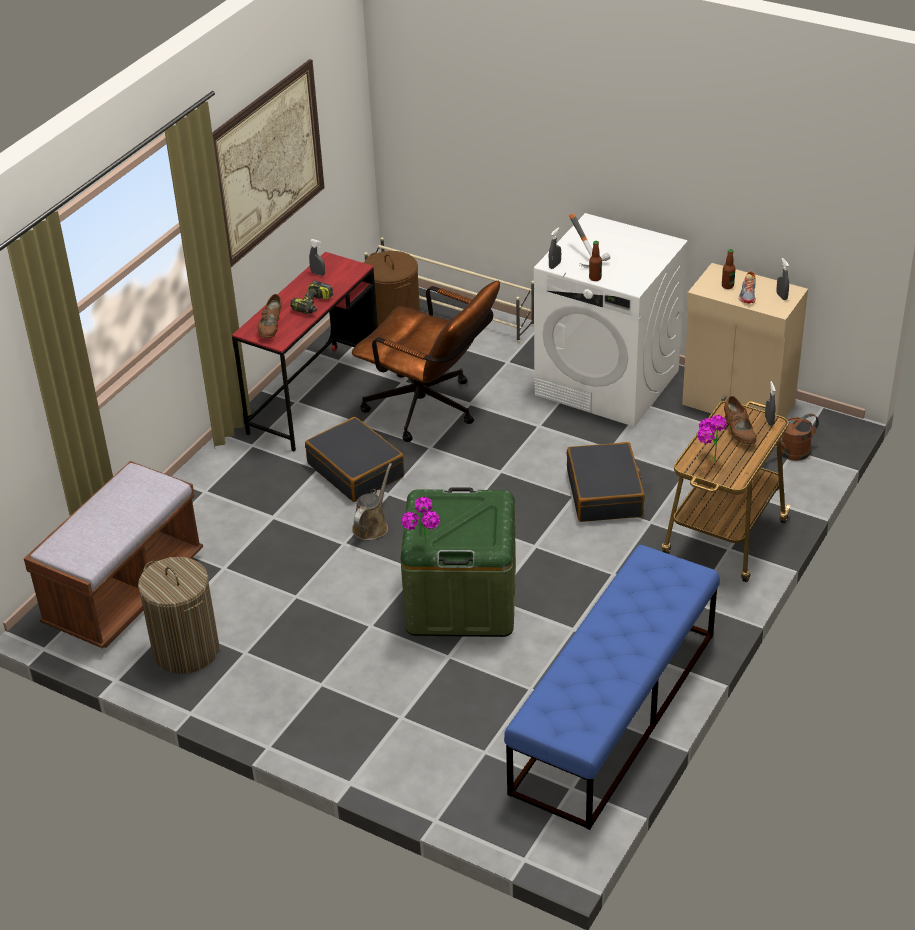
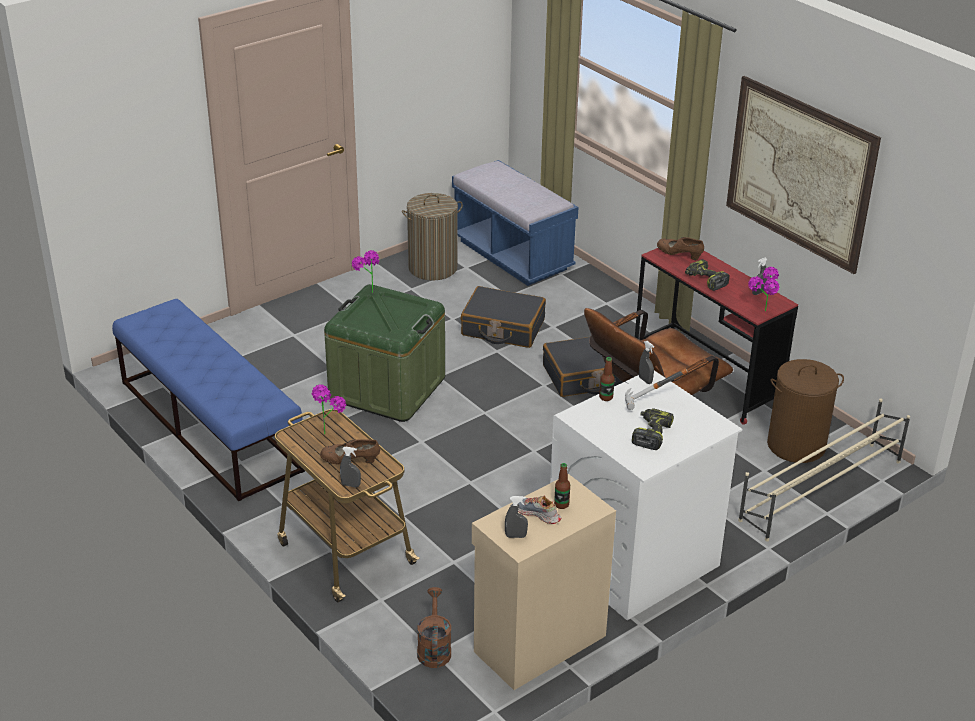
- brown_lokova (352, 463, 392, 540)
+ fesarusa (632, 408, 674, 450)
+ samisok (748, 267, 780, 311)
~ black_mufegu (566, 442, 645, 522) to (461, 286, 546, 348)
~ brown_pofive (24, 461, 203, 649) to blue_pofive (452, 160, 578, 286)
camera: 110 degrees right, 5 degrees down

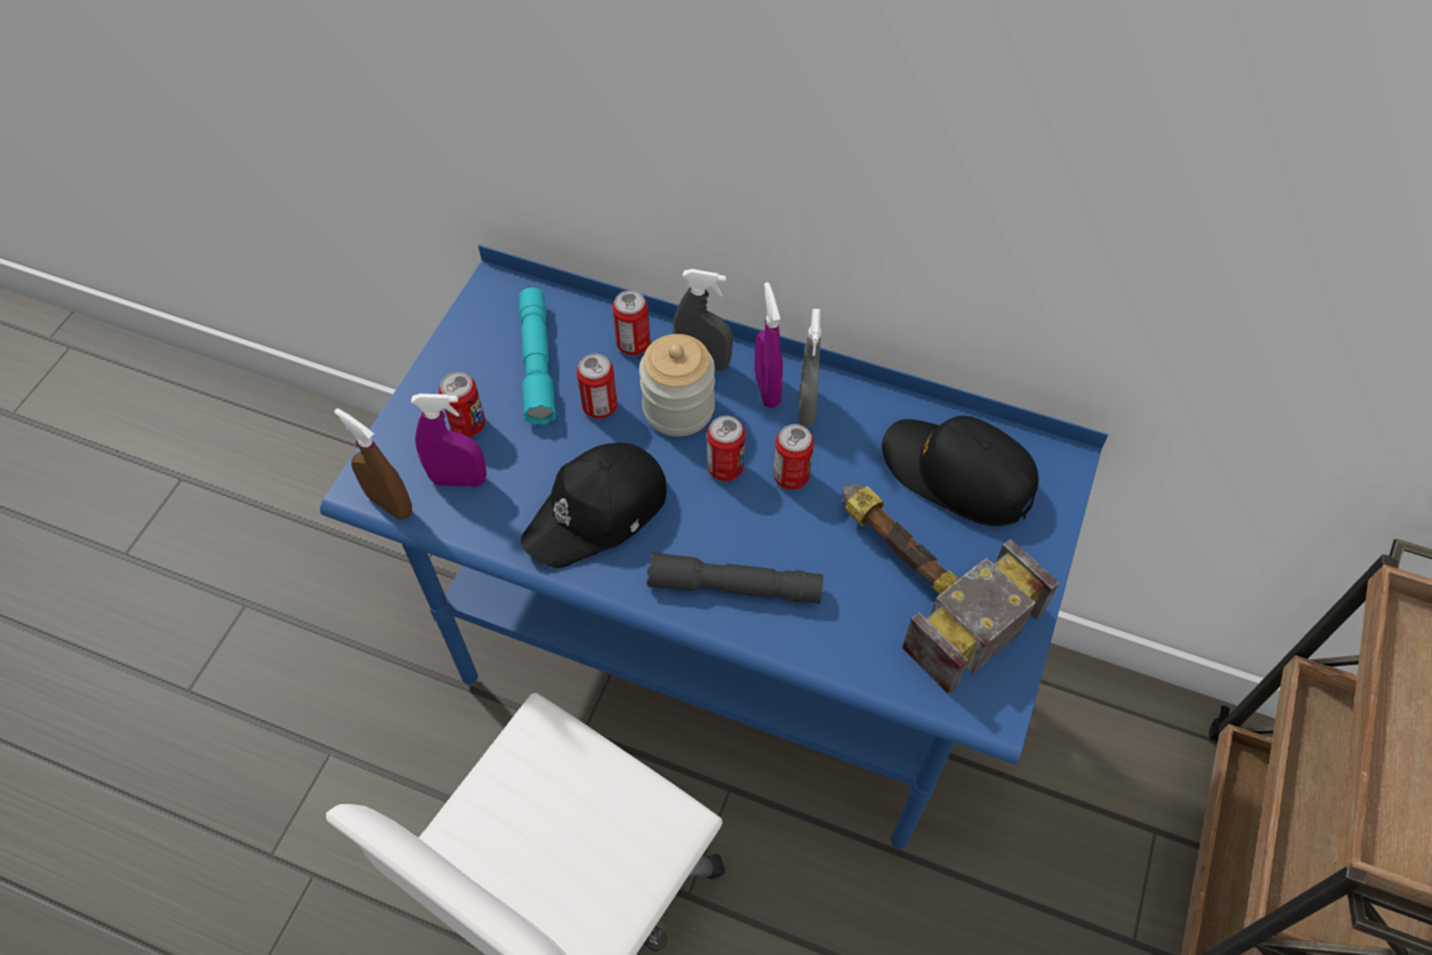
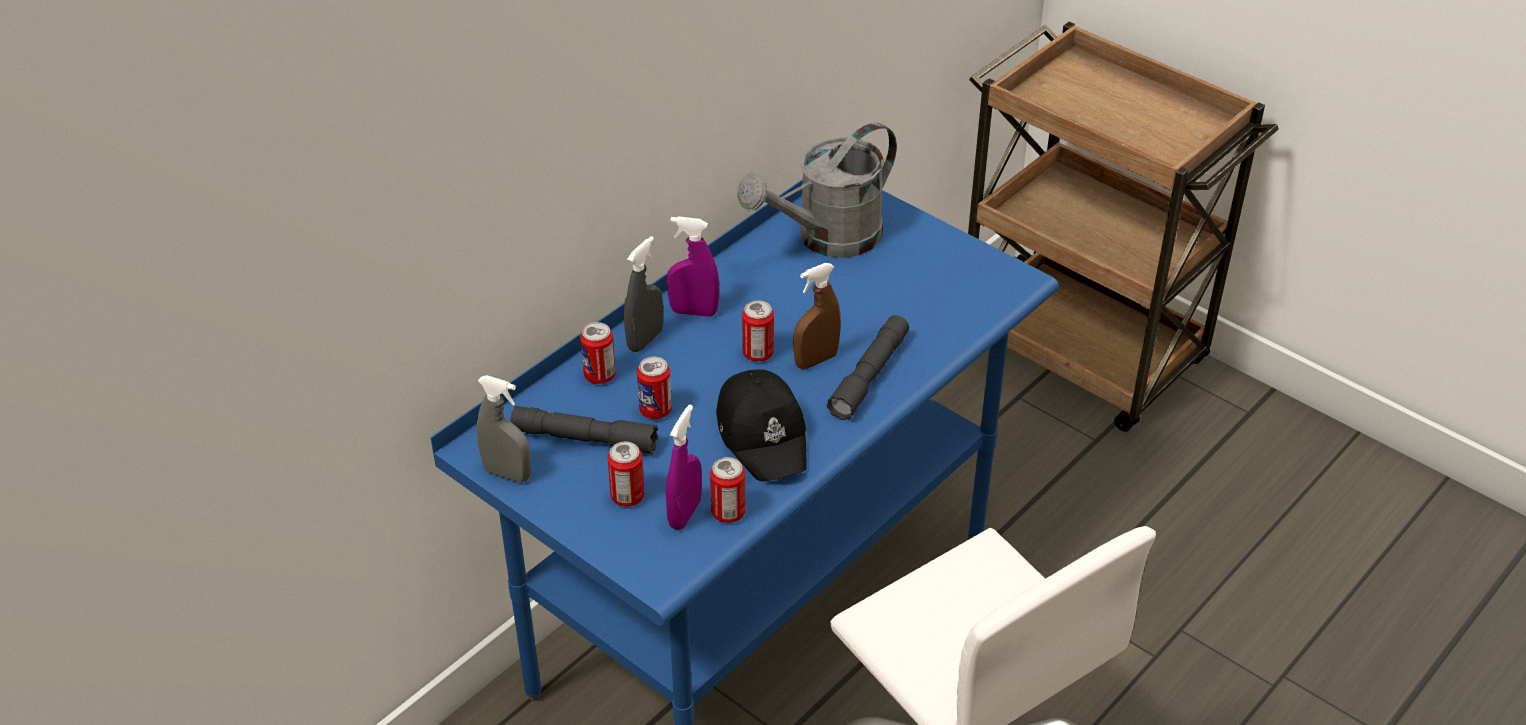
- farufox (639, 334, 715, 437)
- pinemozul (842, 484, 1059, 694)
~ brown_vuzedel (334, 408, 412, 520) to (793, 263, 841, 369)
~ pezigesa (773, 424, 814, 490) to (710, 457, 745, 523)
~ grey_vuzedel (798, 309, 821, 427) to (477, 375, 531, 483)
~ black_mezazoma (882, 416, 1039, 526) to grey_lokova (737, 122, 897, 258)
~ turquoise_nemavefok (519, 288, 556, 425) to grey_nemavefok (510, 406, 658, 455)
camera: 70 degrees left, 15 degrees down

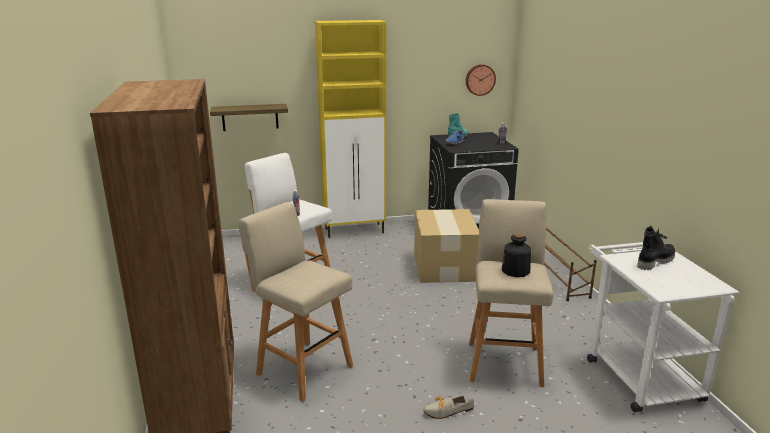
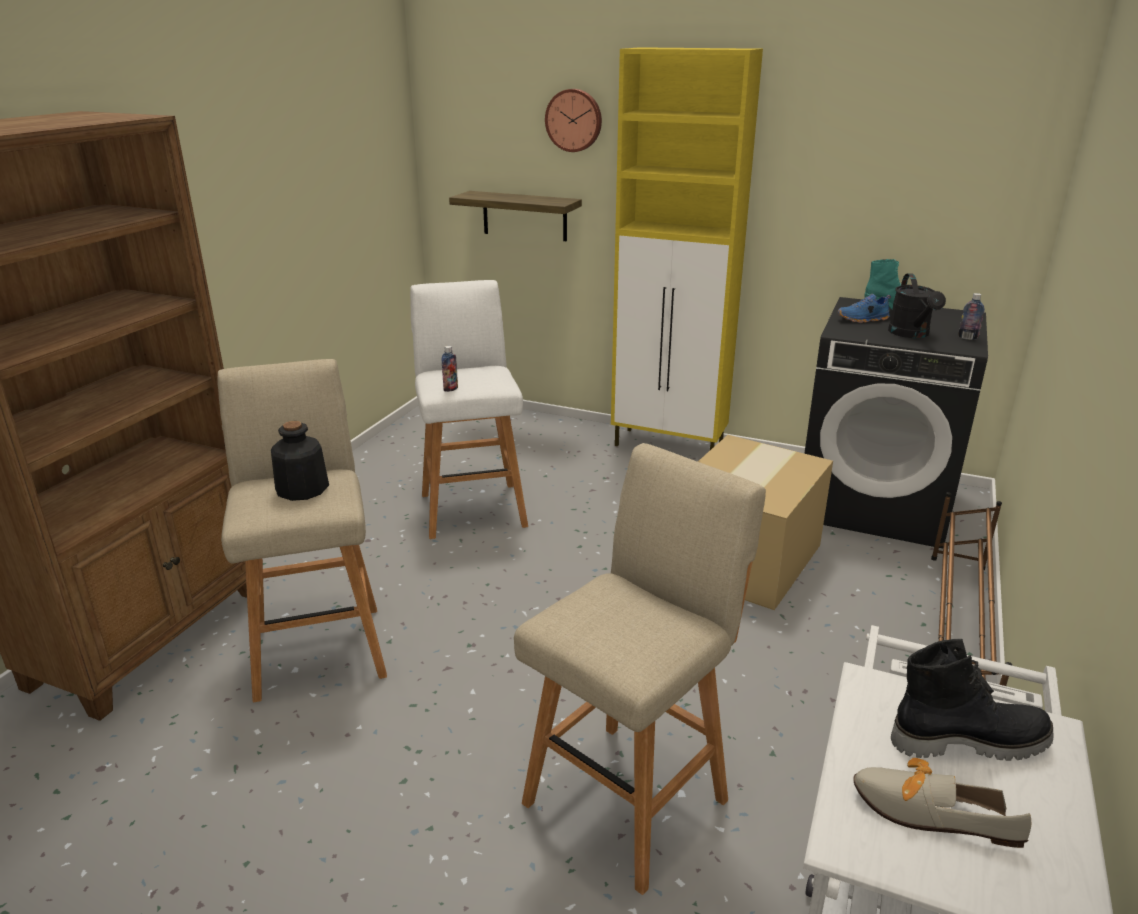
+ black_lokova (888, 273, 946, 338)
~ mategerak (423, 396, 474, 419) to (854, 758, 1031, 848)
~ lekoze (466, 64, 496, 96) to (545, 89, 602, 152)
~ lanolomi (502, 233, 531, 277) to (271, 421, 329, 501)
camera: 35 degrees right, 5 degrees up

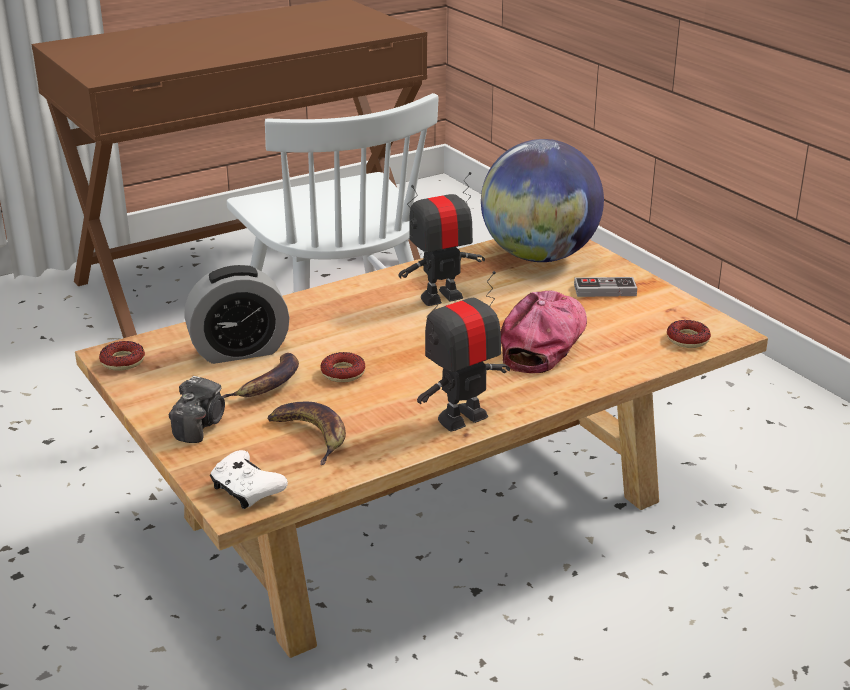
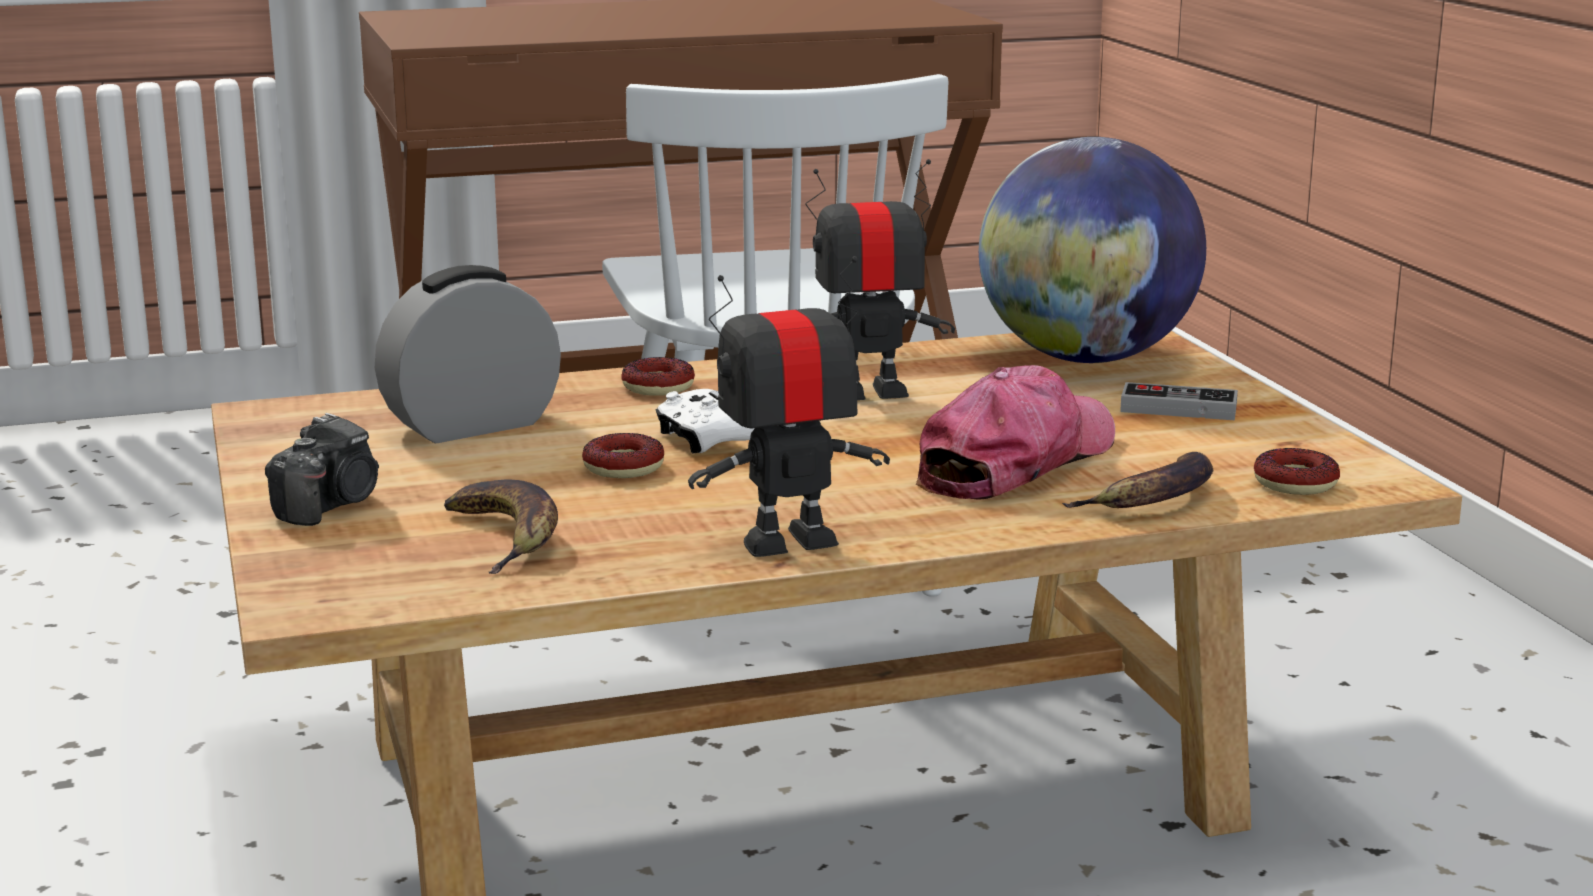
~ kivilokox (99, 341, 145, 371) to (621, 357, 695, 396)
~ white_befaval (210, 450, 288, 509) to (655, 389, 755, 454)
~ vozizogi (223, 353, 299, 398) to (1062, 452, 1213, 508)
~ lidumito (184, 265, 289, 364) = (375, 265, 561, 443) 150 degrees clockwise
camera: 15 degrees right, 10 degrees down

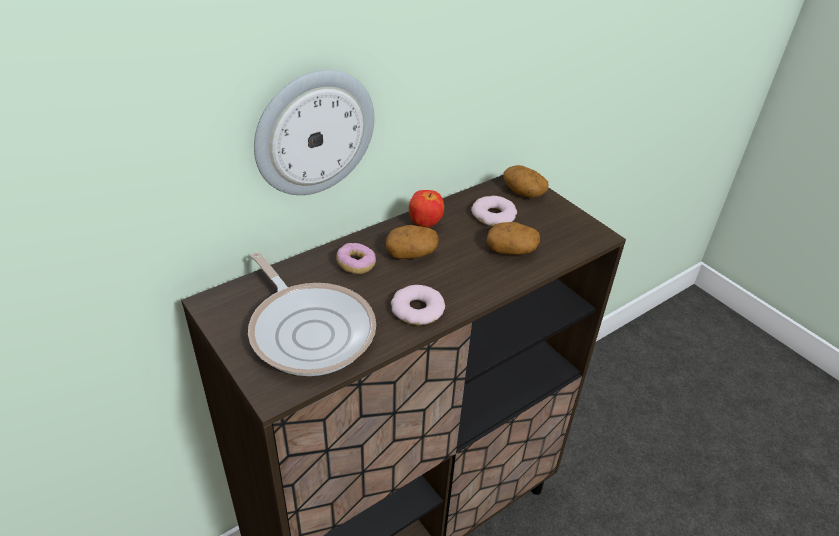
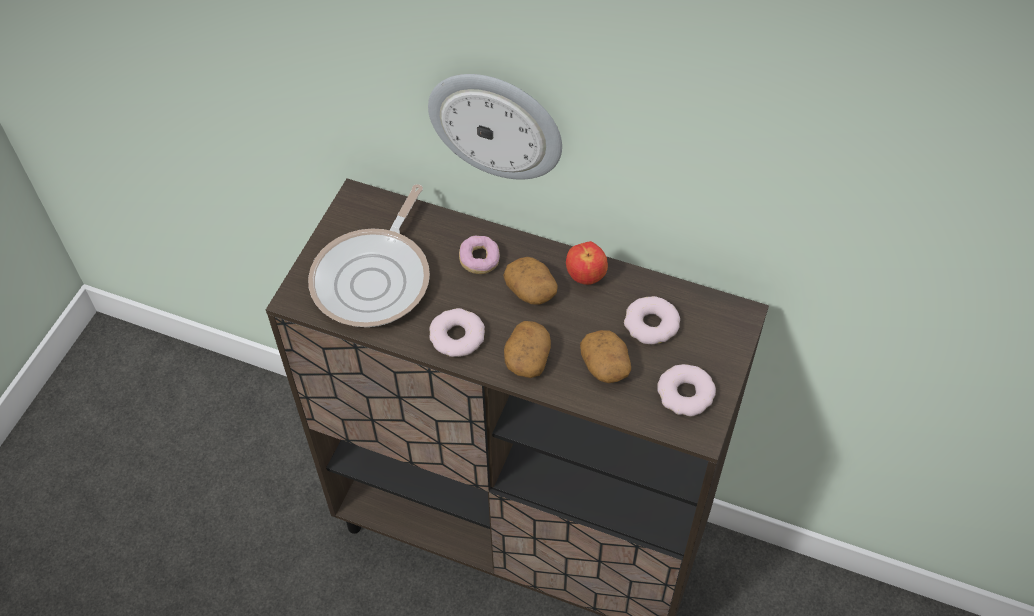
+ kivilokox (657, 364, 716, 416)
~ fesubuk (503, 165, 548, 198) to (504, 321, 551, 378)
camera: 60 degrees right, 15 degrees up

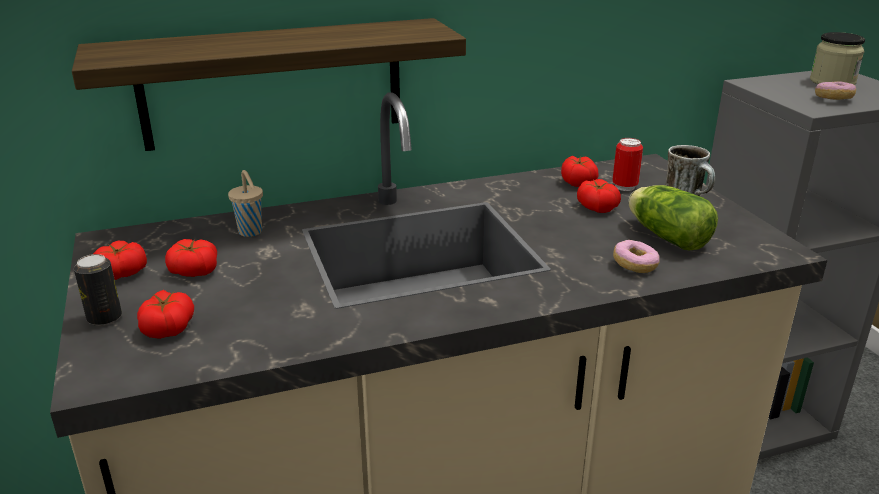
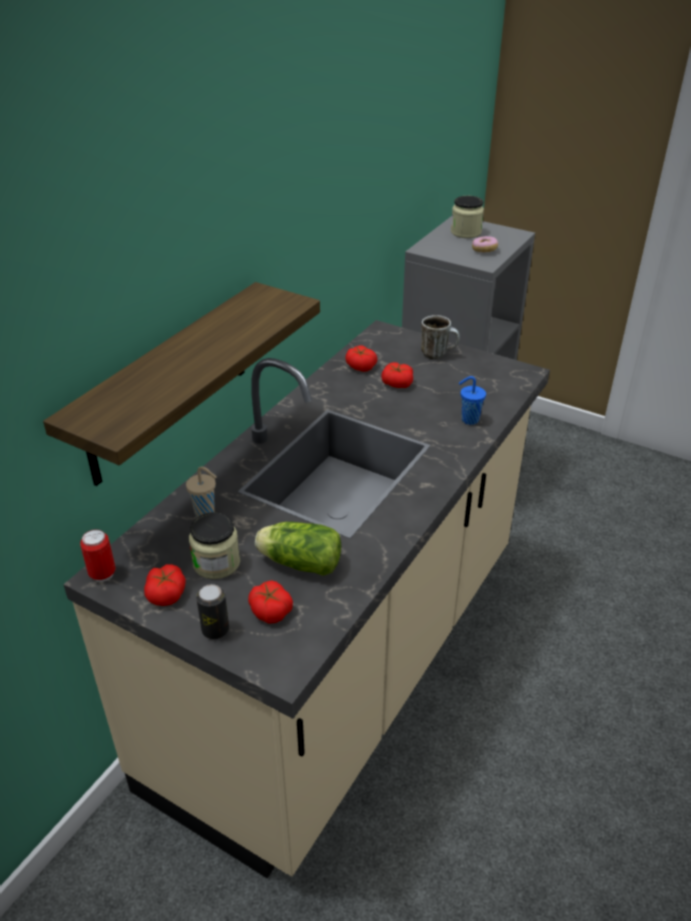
~ pezigesa (612, 138, 643, 191) to (80, 529, 116, 582)
~ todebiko (628, 185, 718, 250) to (255, 522, 341, 576)
~ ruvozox (165, 239, 217, 277) to farufox (189, 512, 240, 579)
~ kivilokox (613, 240, 660, 273) to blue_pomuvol (459, 376, 486, 425)
camera: 40 degrees left, 10 degrees up

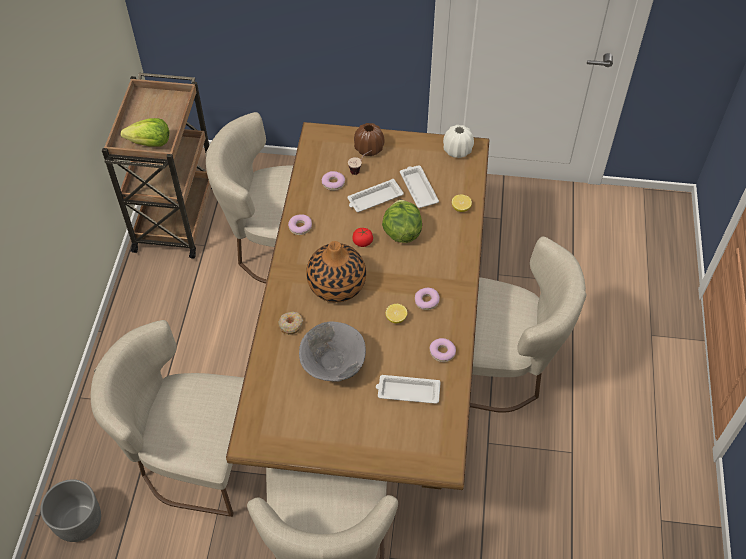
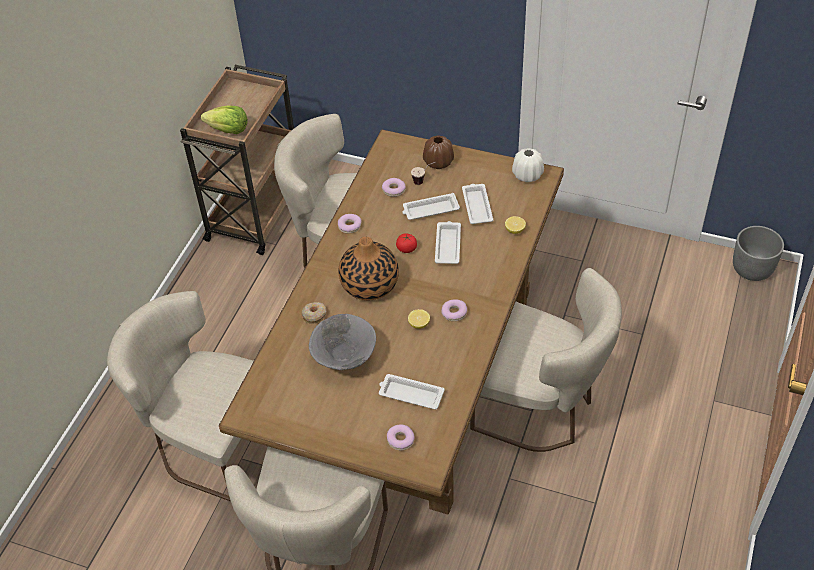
~ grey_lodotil (40, 479, 101, 542) to (733, 226, 784, 281)
~ kivilokox (429, 338, 456, 362) to (387, 425, 414, 450)
~ todebiko (382, 200, 422, 243) to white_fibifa (435, 221, 461, 264)
camera: 15 degrees right, 5 degrees down

